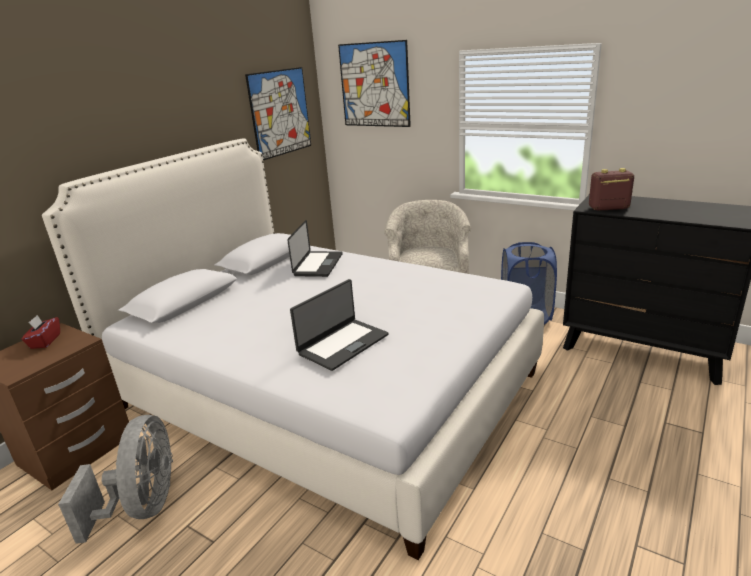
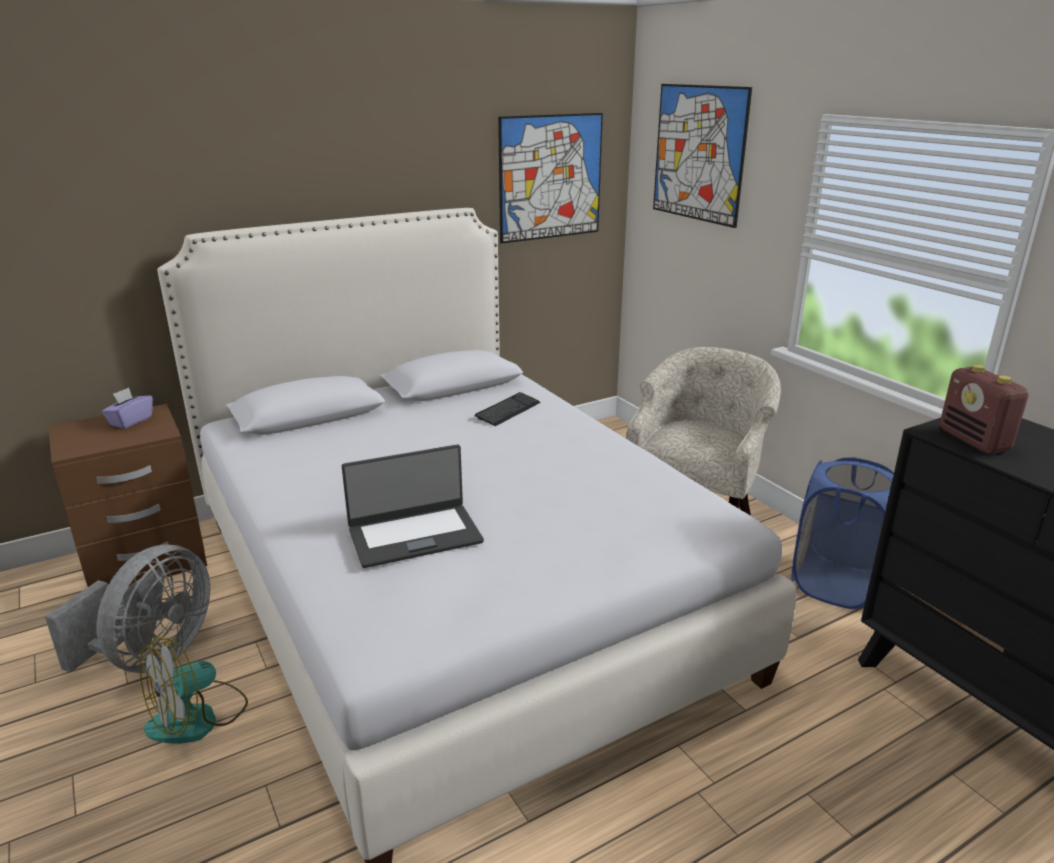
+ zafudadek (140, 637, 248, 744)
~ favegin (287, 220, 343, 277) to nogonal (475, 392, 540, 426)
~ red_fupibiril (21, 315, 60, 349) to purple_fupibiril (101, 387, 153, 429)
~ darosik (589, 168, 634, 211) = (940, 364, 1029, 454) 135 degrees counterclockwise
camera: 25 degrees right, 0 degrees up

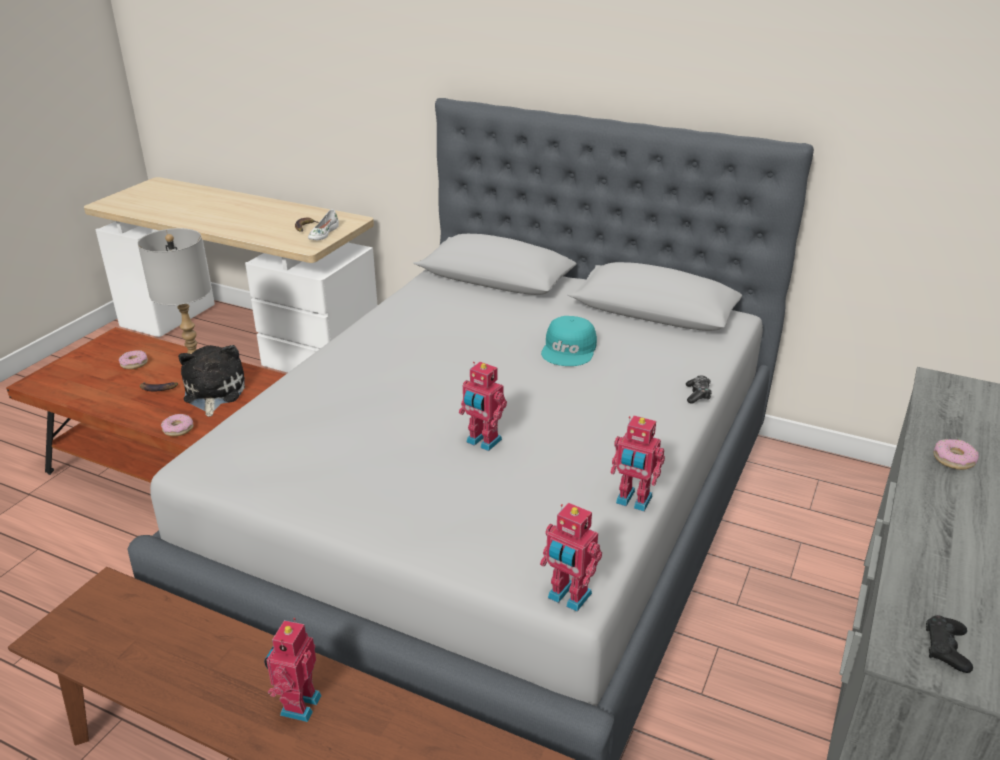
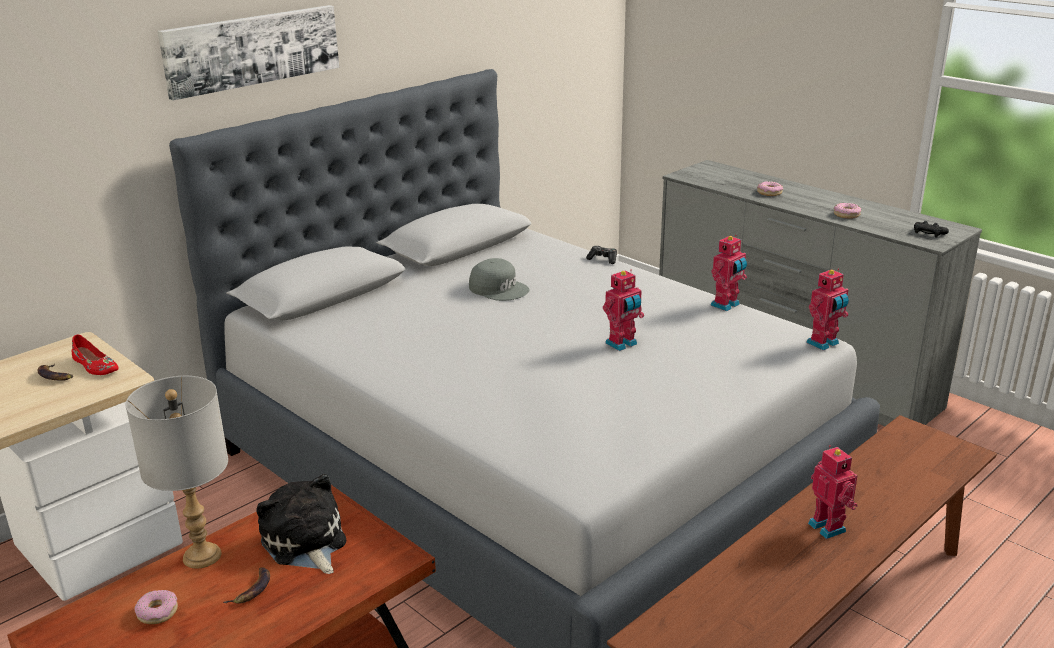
+ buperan (158, 5, 339, 100)
~ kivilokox (161, 414, 194, 436) to (834, 203, 861, 219)
~ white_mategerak (308, 209, 339, 240) to red_mategerak (72, 335, 118, 375)
~ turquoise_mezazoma (541, 316, 597, 366) to grey_mezazoma (469, 258, 530, 301)
~ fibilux (178, 345, 245, 417) = (257, 474, 346, 574) 45 degrees clockwise
~ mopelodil (264, 618, 322, 722) = (808, 445, 858, 539) 150 degrees counterclockwise
camera: 70 degrees left, 5 degrees down

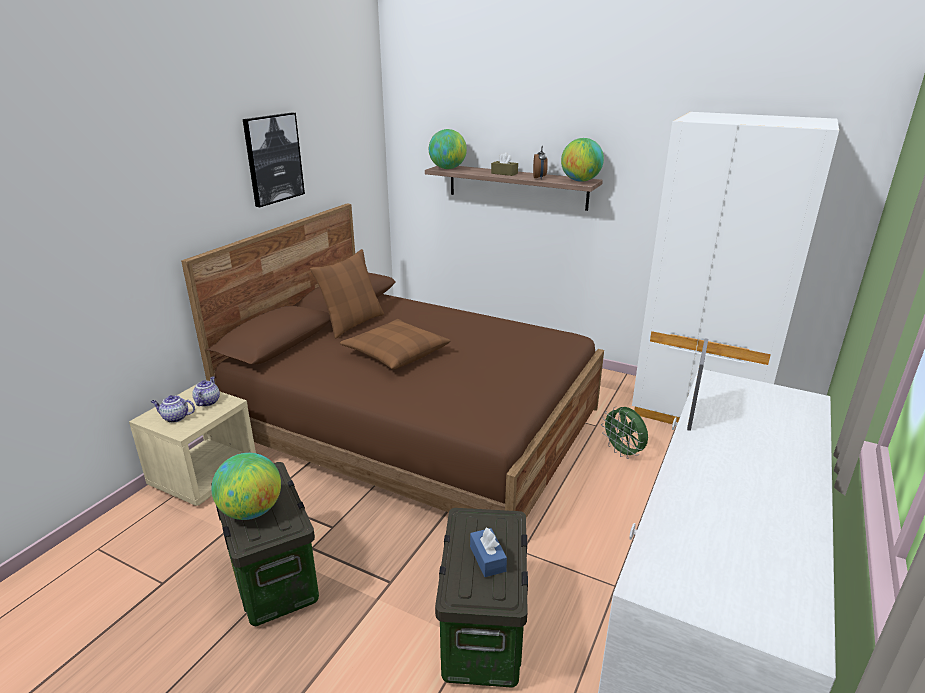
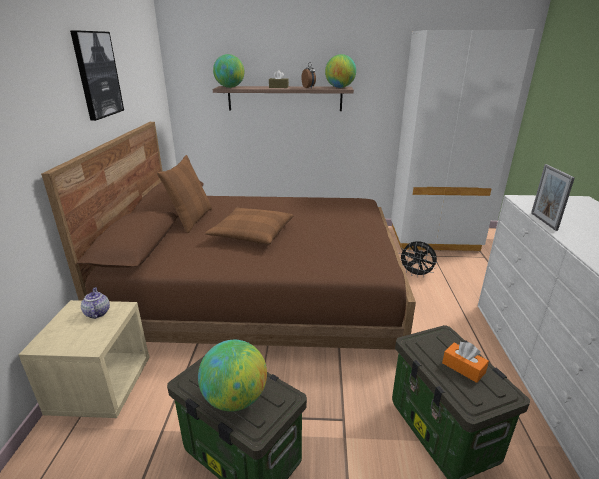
- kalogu (151, 395, 195, 423)
~ blue_fupibiril (470, 527, 507, 577) to orange_fupibiril (442, 342, 489, 383)
~ green_zafudadek (601, 407, 648, 459) to black_zafudadek (399, 241, 437, 278)
camera: 25 degrees left, 0 degrees up

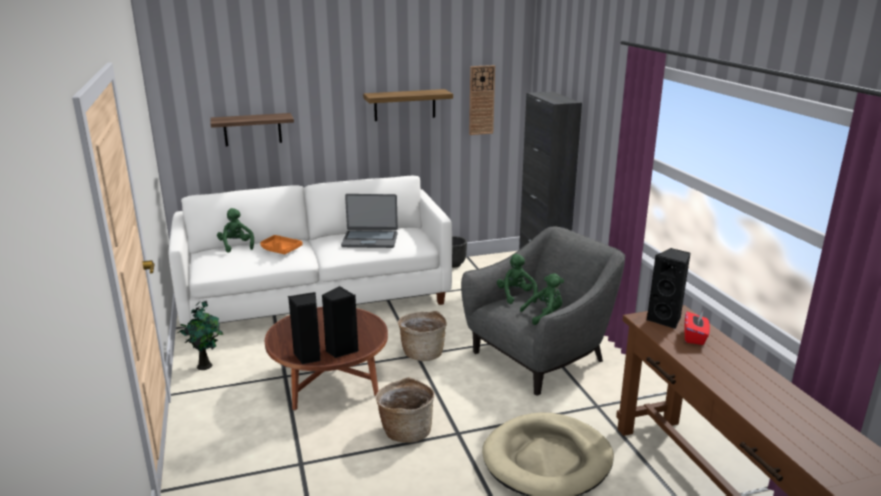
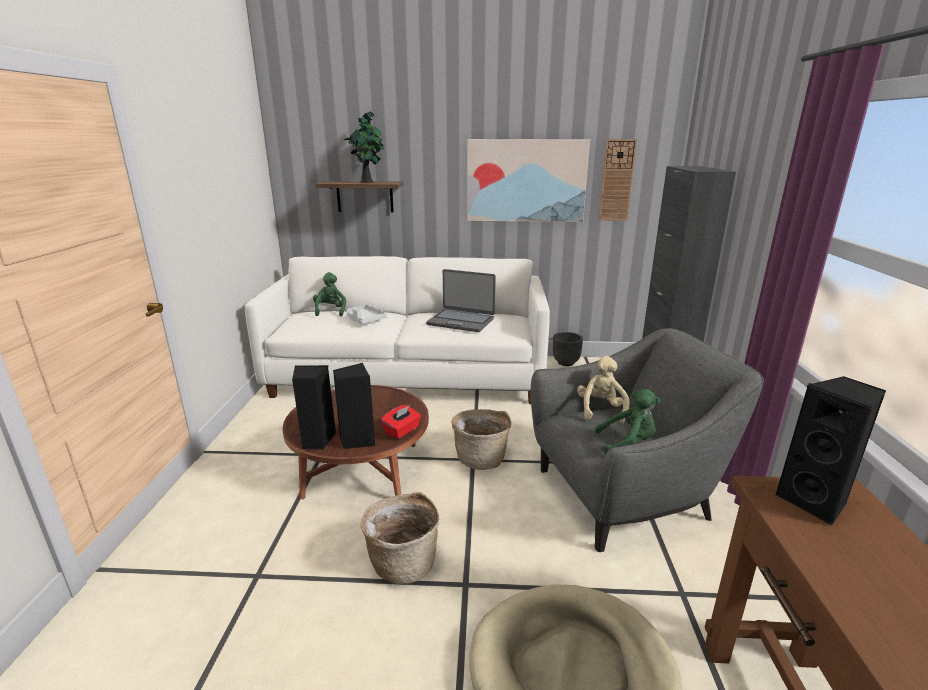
~ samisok (177, 301, 223, 370) to (344, 112, 384, 183)
~ red_fupibiril (684, 311, 710, 345) to (381, 405, 421, 439)
~ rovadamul (363, 89, 453, 121) to buperan (467, 139, 590, 222)
~ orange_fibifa (260, 235, 303, 254) to grey_fibifa (347, 304, 387, 324)
~ green_fibilux (497, 254, 538, 304) to beige_fibilux (577, 356, 629, 424)
camera: 20 degrees right, 0 degrees up

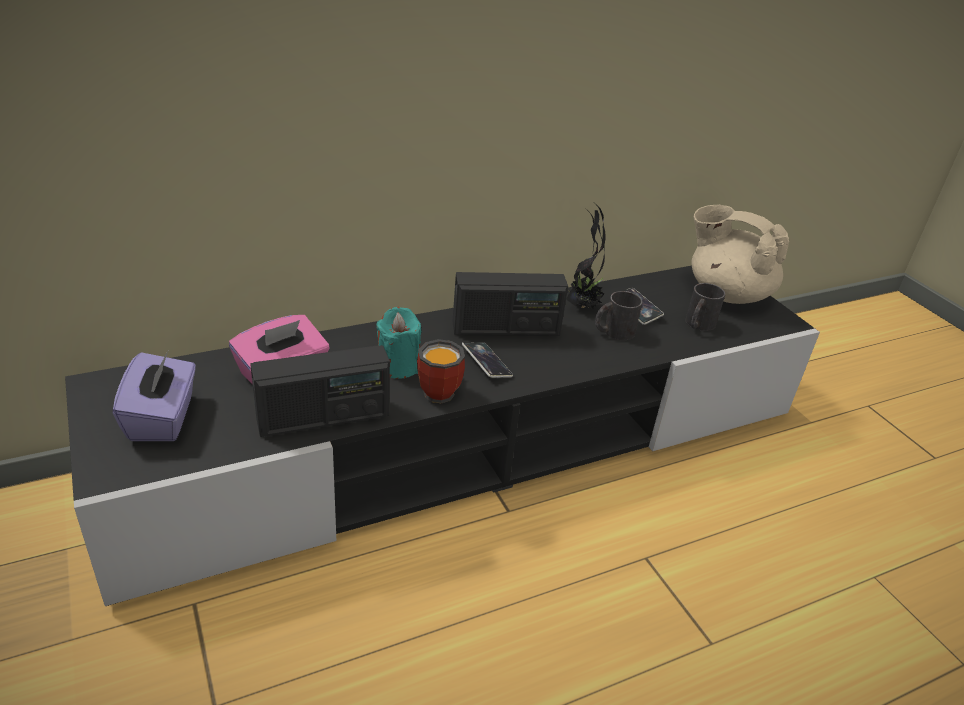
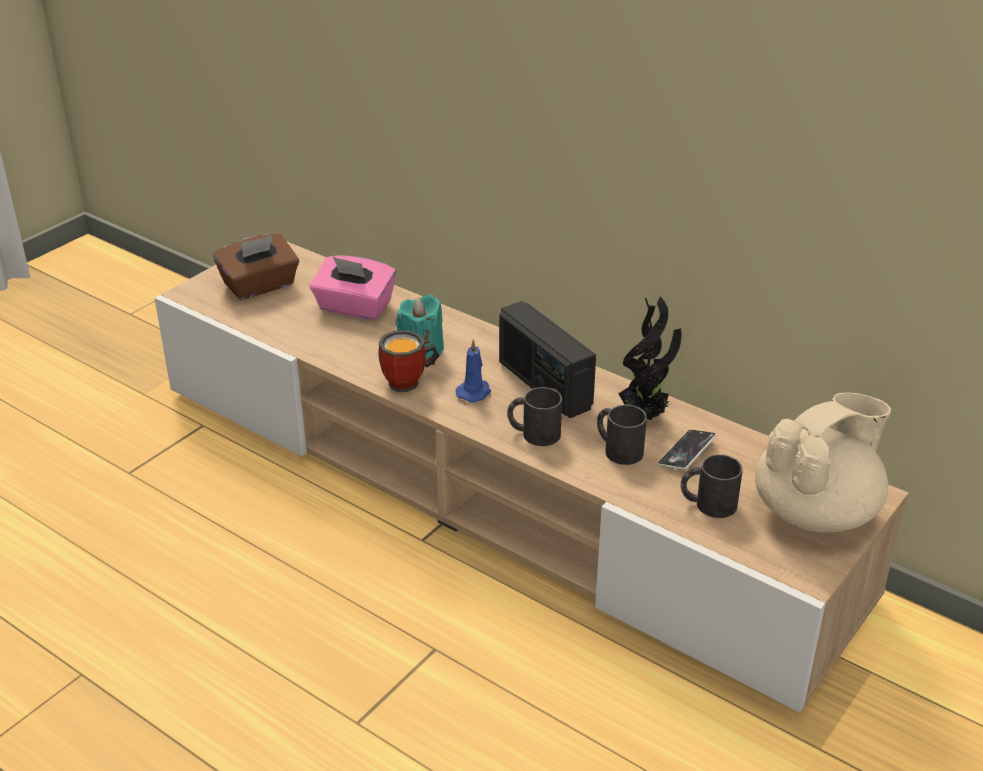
- darosik (250, 345, 390, 437)
+ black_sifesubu (507, 387, 562, 446)
~ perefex (462, 342, 513, 378) to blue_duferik (455, 339, 491, 403)
~ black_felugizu (65, 266, 820, 606) to beige_felugizu (154, 242, 909, 713)
~ purple_fupibiril (113, 351, 196, 441) to brown_fupibiril (213, 234, 299, 300)
~ beige_kalogu (691, 205, 789, 304) = (755, 393, 891, 533) 45 degrees clockwise
camera: 65 degrees right, 0 degrees up

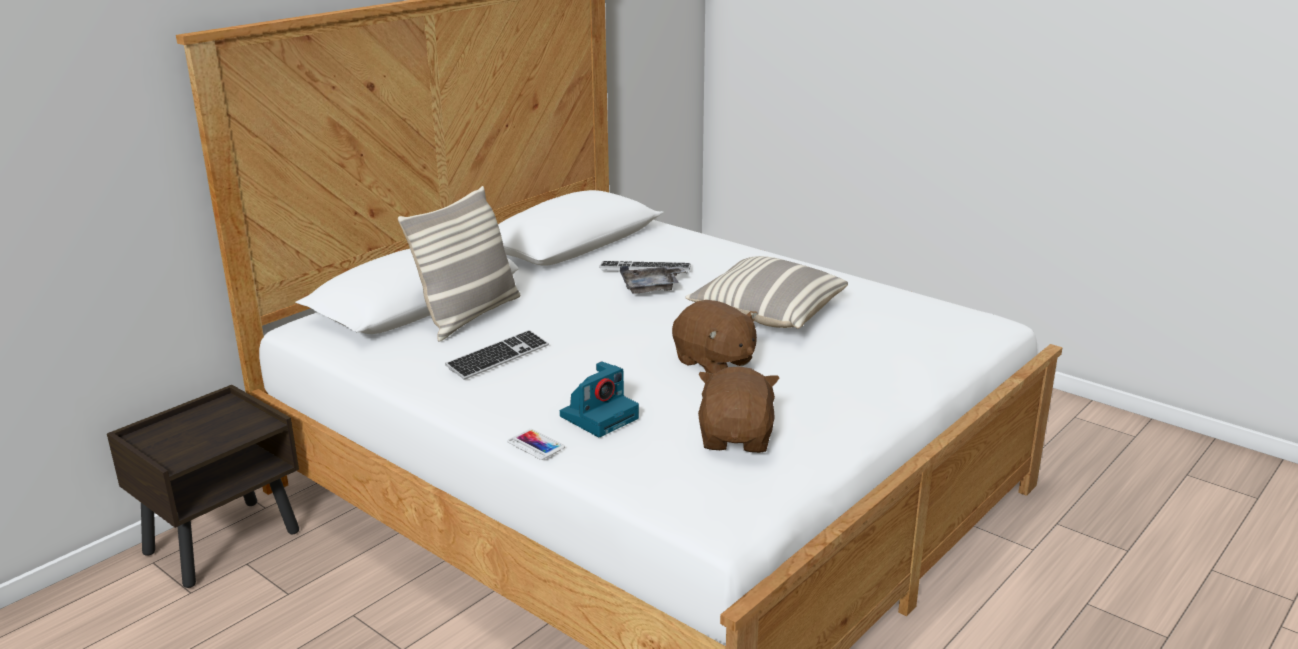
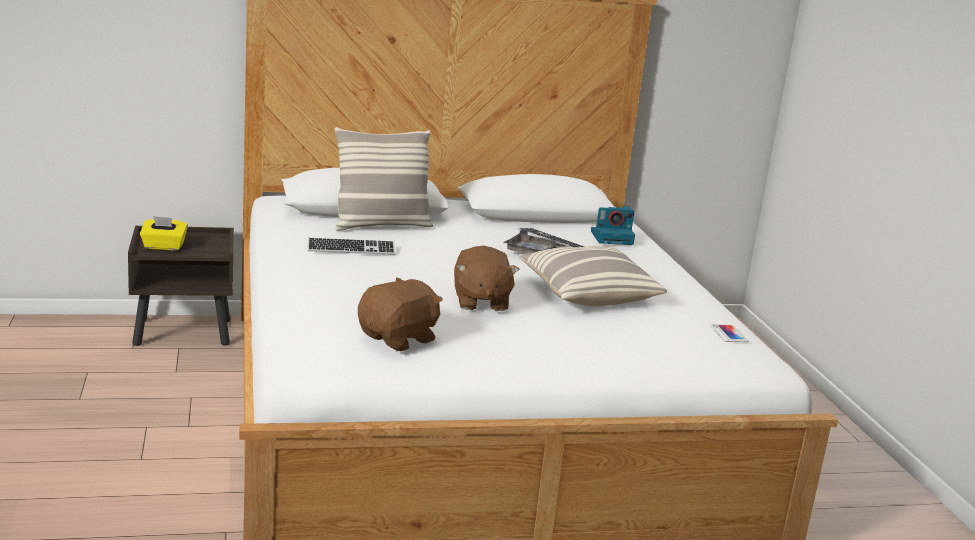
+ yellow_fupibiril (140, 216, 188, 250)
~ perefex (507, 429, 565, 460) to (710, 324, 749, 342)
~ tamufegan (560, 361, 639, 437) to (591, 206, 635, 245)
camera: 35 degrees right, 5 degrees down

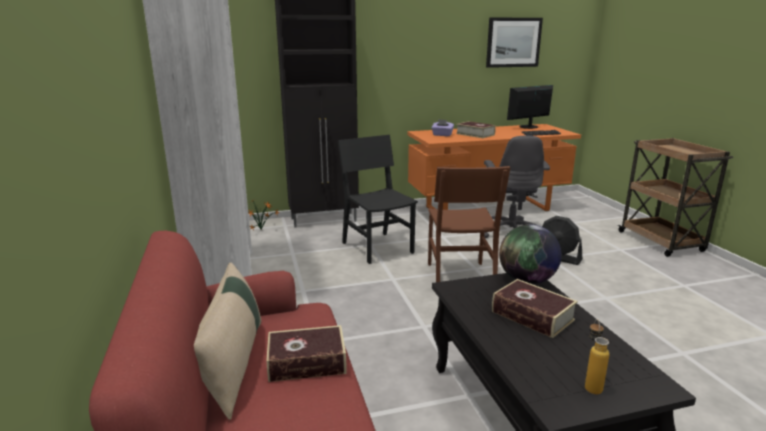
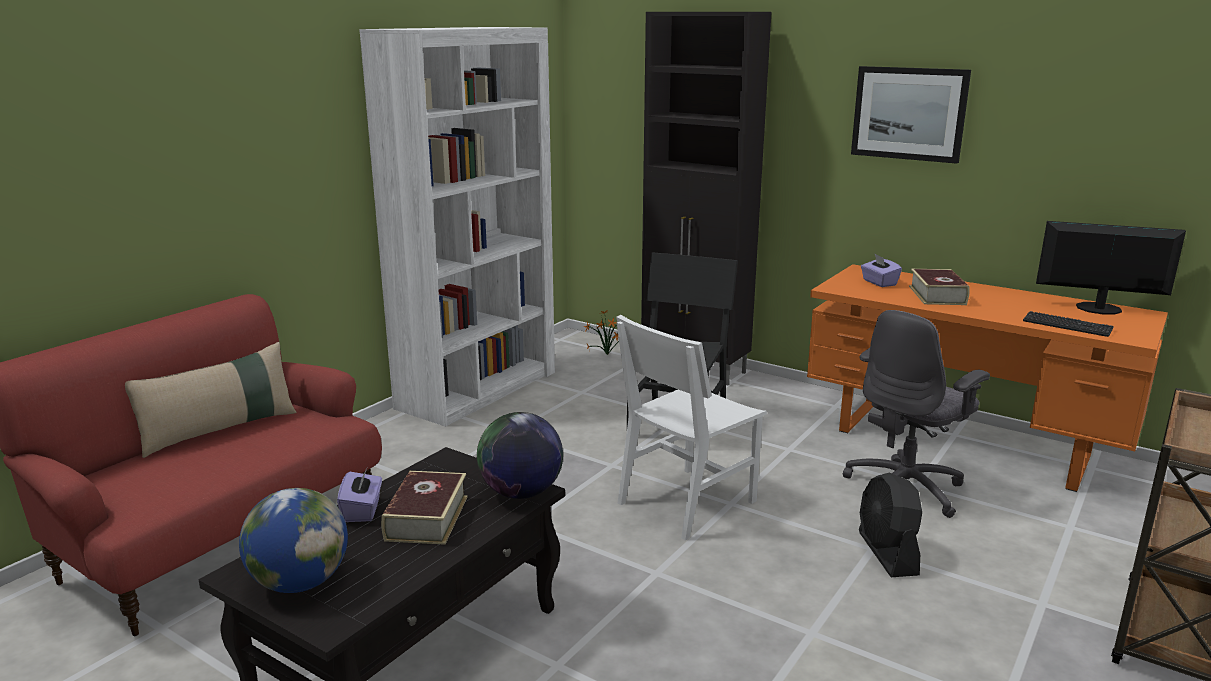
- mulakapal (266, 325, 347, 382)
+ purple_fupibiril (337, 468, 382, 522)
~ buperan (486, 17, 543, 68) to (851, 66, 971, 164)
~ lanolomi (585, 319, 609, 394) to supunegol (239, 488, 348, 593)
~ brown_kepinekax (428, 166, 511, 282) to white_kepinekax (616, 315, 767, 541)
camera: 50 degrees right, 0 degrees up

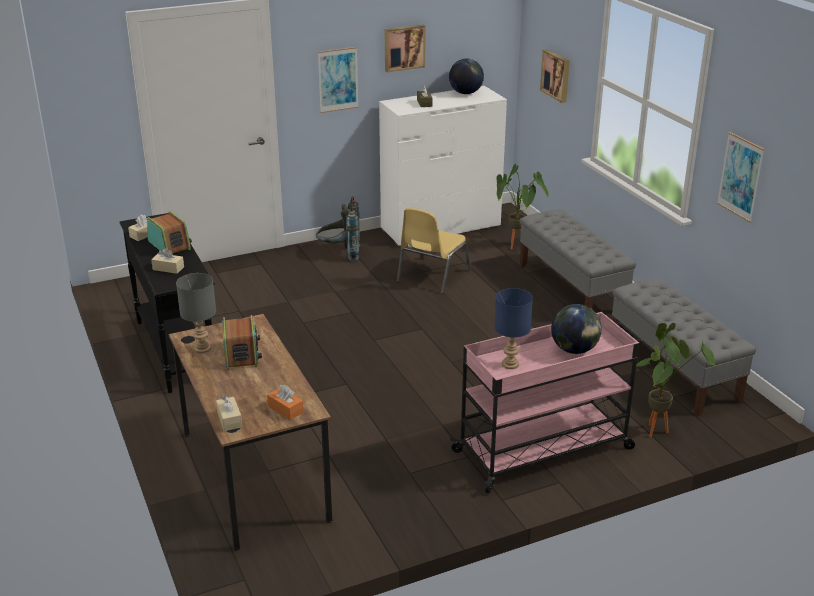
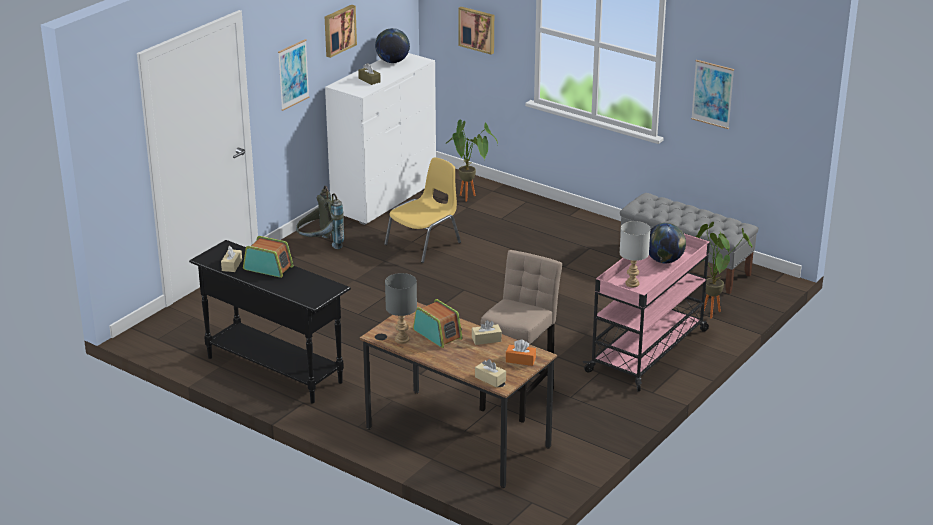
- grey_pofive (520, 210, 636, 309)
+ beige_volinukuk (480, 250, 562, 423)
~ beige_fupibiril (151, 248, 184, 274) to (472, 320, 502, 345)
~ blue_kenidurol (494, 288, 533, 369) to grey_kenidurol (620, 221, 651, 287)
~ yellow_kepinekax (397, 208, 471, 294) = (384, 158, 461, 263) 135 degrees counterclockwise
camera: 30 degrees left, 0 degrees up

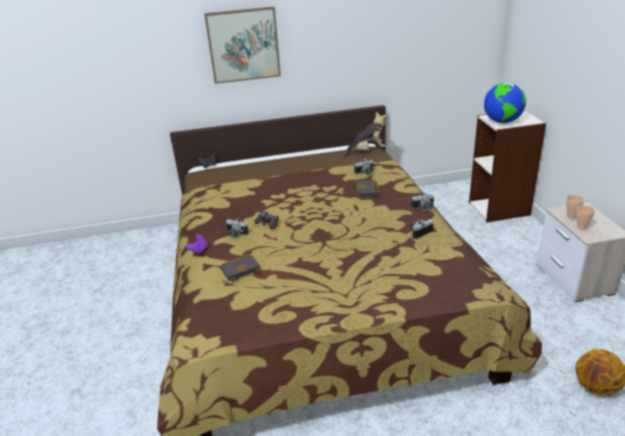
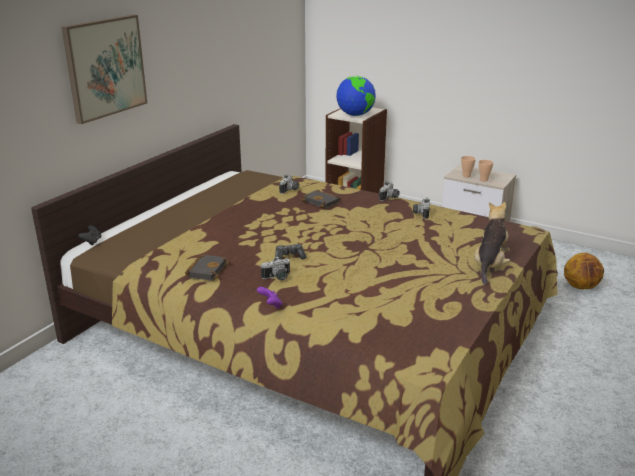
~ black_mulakapal (221, 255, 261, 282) to (185, 255, 230, 281)
~ fibilux (344, 112, 387, 157) to (475, 202, 510, 285)
camera: 50 degrees left, 5 degrees down

